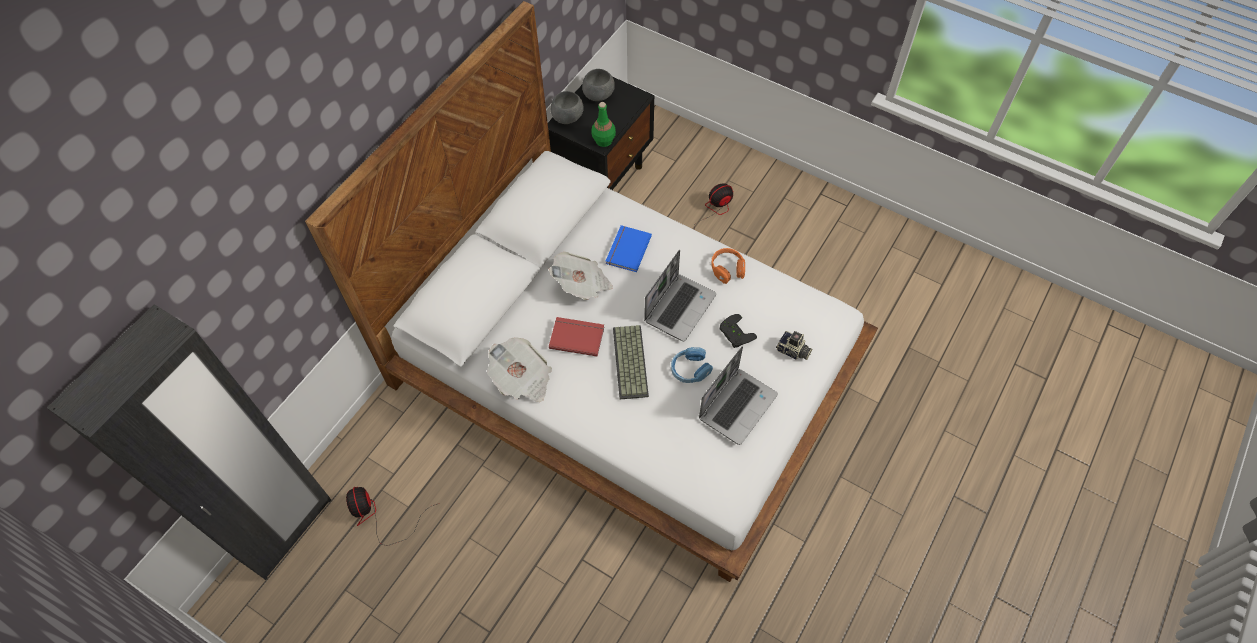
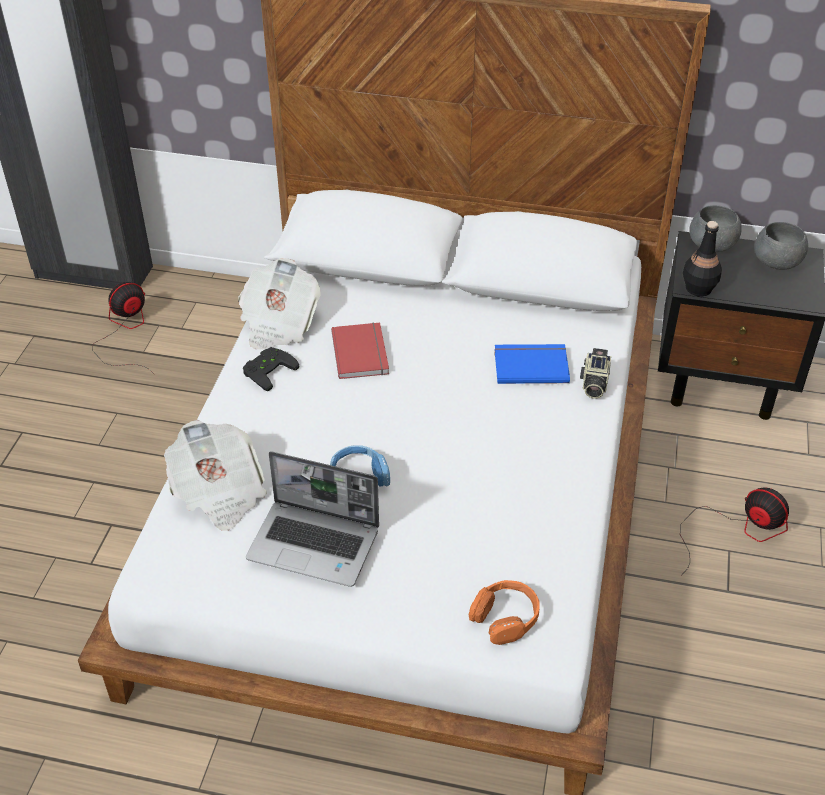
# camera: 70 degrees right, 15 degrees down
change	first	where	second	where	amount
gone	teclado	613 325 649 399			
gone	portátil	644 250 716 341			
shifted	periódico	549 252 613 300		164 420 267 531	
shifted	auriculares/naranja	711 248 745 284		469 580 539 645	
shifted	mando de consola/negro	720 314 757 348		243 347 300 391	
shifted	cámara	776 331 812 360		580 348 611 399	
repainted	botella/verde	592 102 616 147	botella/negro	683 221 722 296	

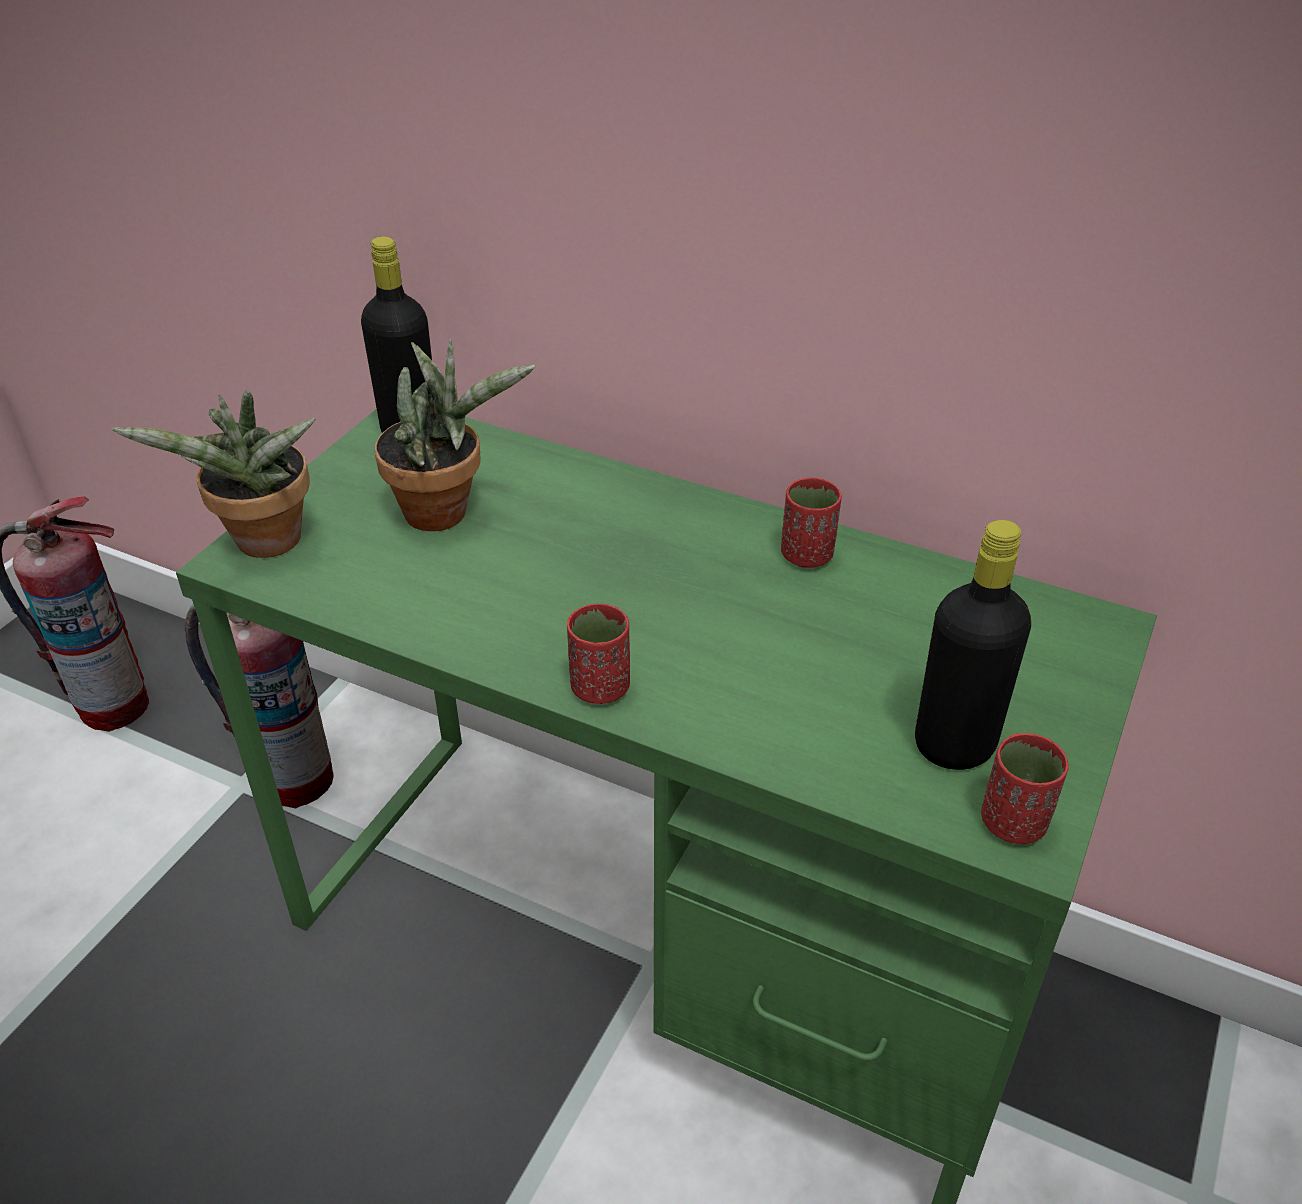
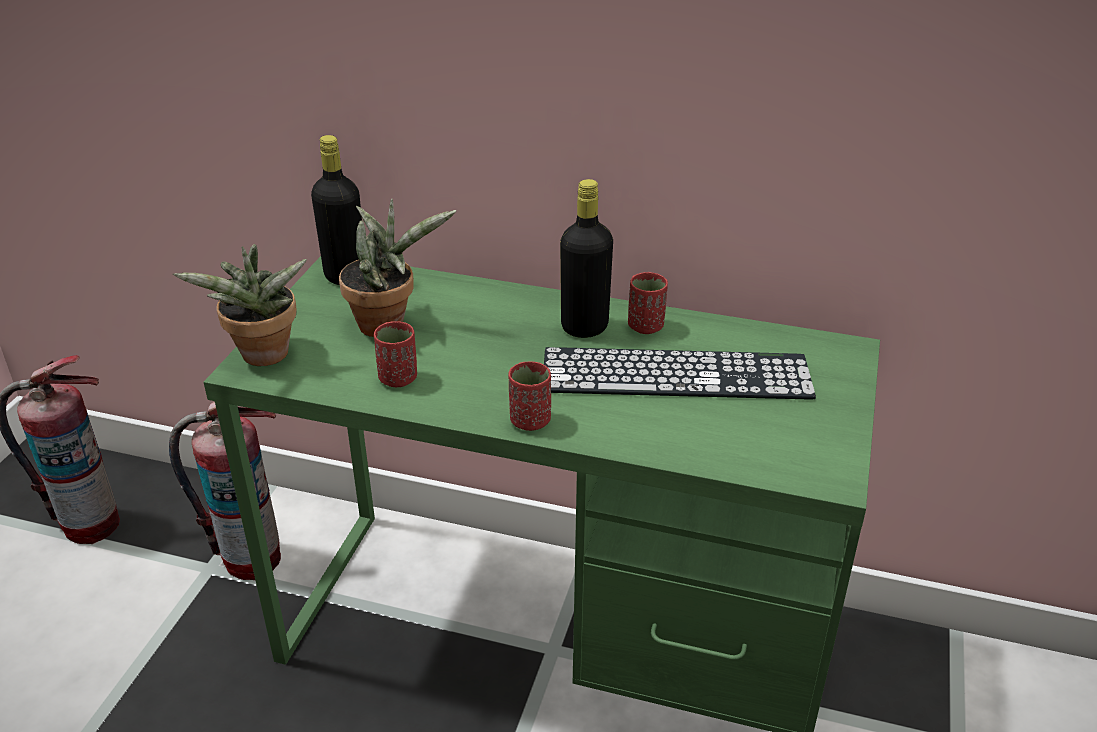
# camera: 10 degrees left, 5 degrees down
change	first	where	second	where	amount
new			teclado	544 347 816 400	
shifted	botella/negro	915 520 1031 770		560 179 613 338	
shifted	taza/rojo	981 733 1069 844		374 321 417 387	

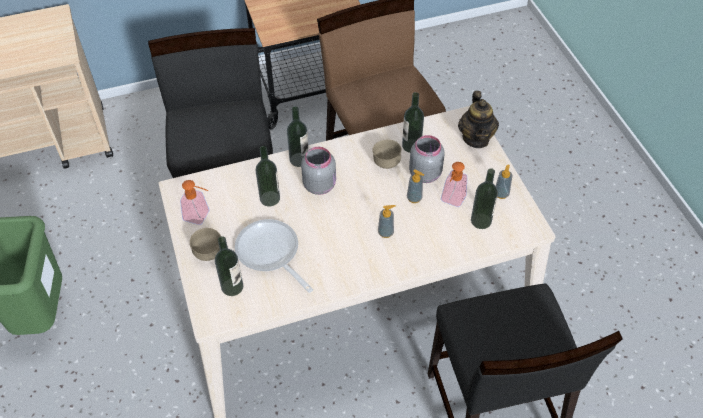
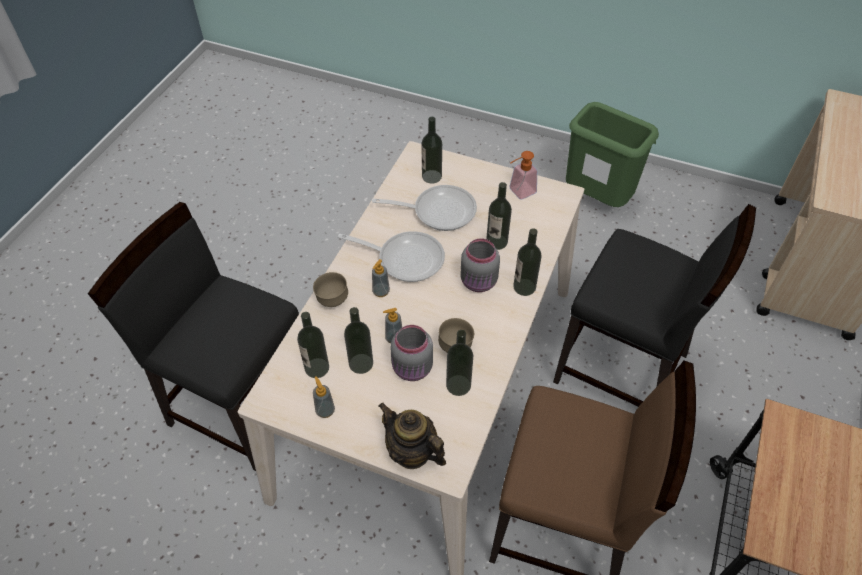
# camera: 130 degrees right, 0 degrees up
change	first	where	second	where	amount
new			sartén	338 231 445 282	
shifted	cuenco/marrón	190 228 221 261		313 272 348 307	
swapped	dispensador de jabón	441 162 467 207	botella	344 307 373 374	

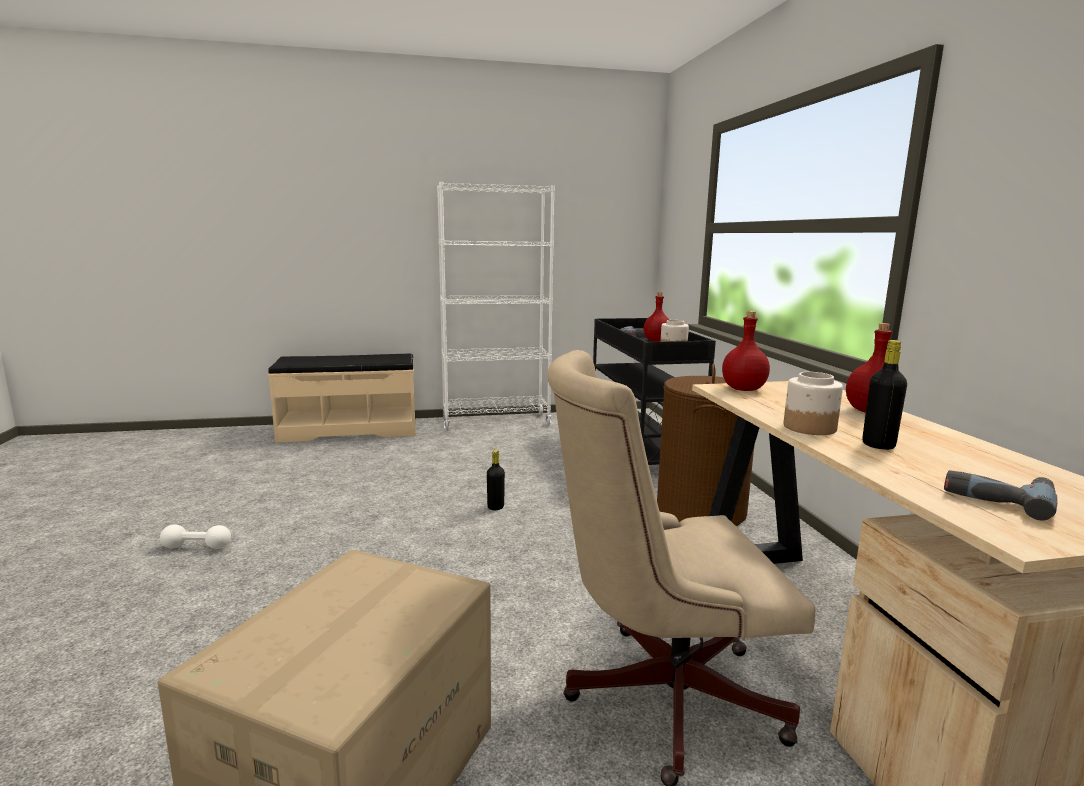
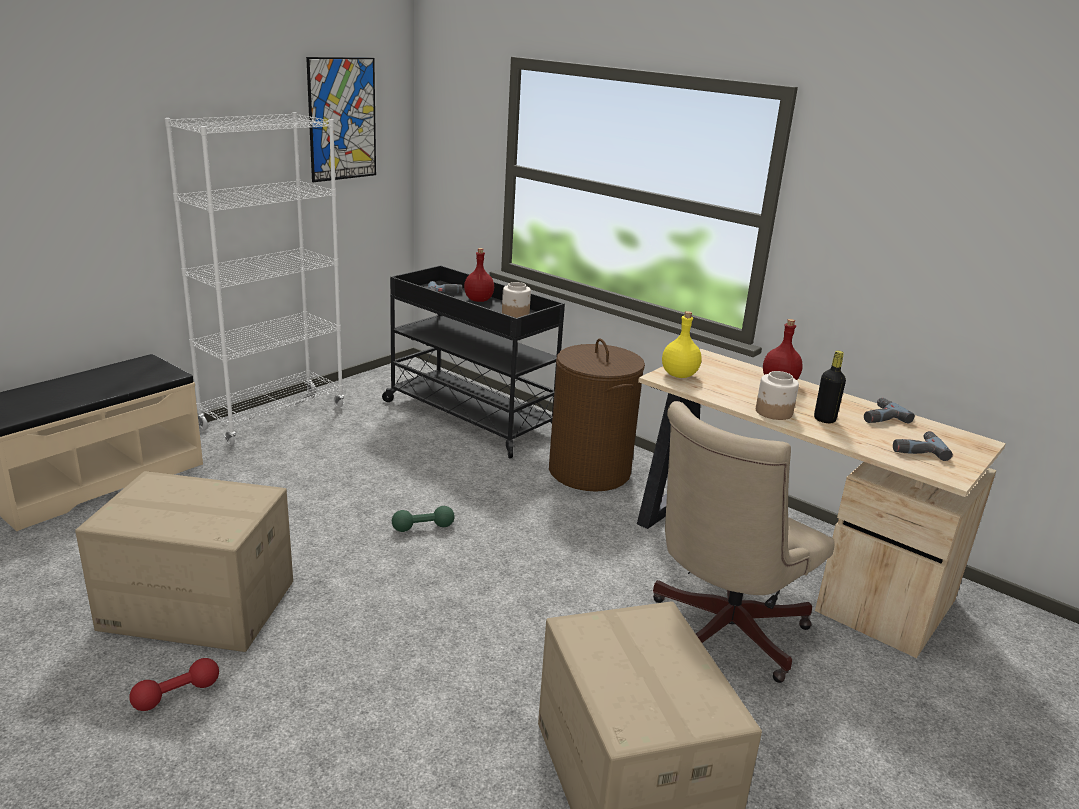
# camera: 40 degrees left, 10 degrees up
change	first	where	second	where	amount
new			caja de cartón	75 471 293 652	
new			cuadro	306 57 376 182	
new			taladro	864 398 915 424	
swapped	botella/negro	487 450 505 510	mancuerna/verde	392 506 455 532	
repainted	mancuerna/blanco	160 524 231 549	mancuerna/rojo	129 658 219 711	
repainted	botella/rojo	722 311 770 391	botella/amarillo	662 311 702 378	

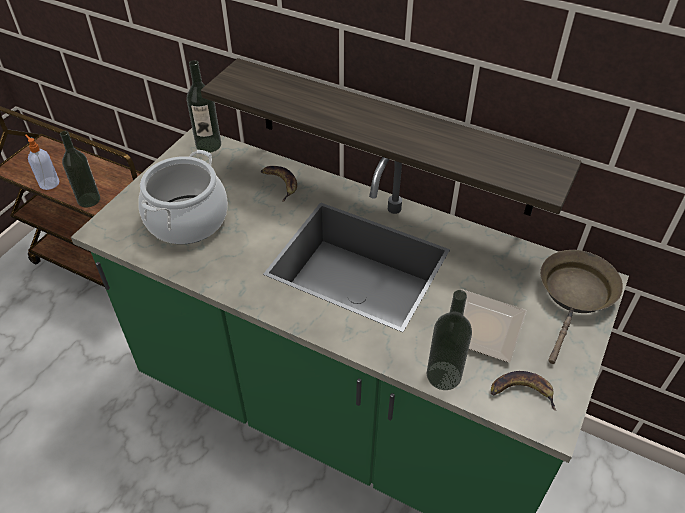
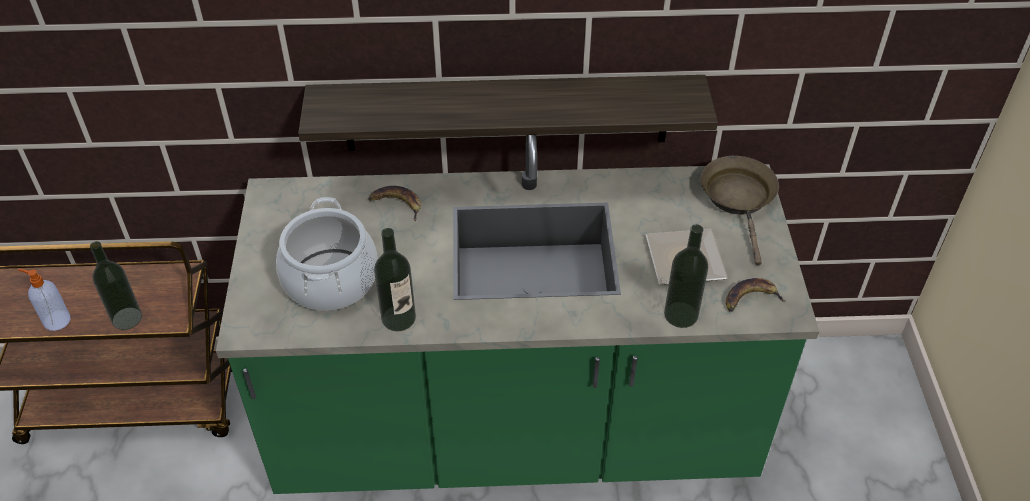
# camera: 30 degrees left, 0 degrees up
change	first	where	second	where	amount
shifted	botella	186 60 221 153		374 228 416 331	

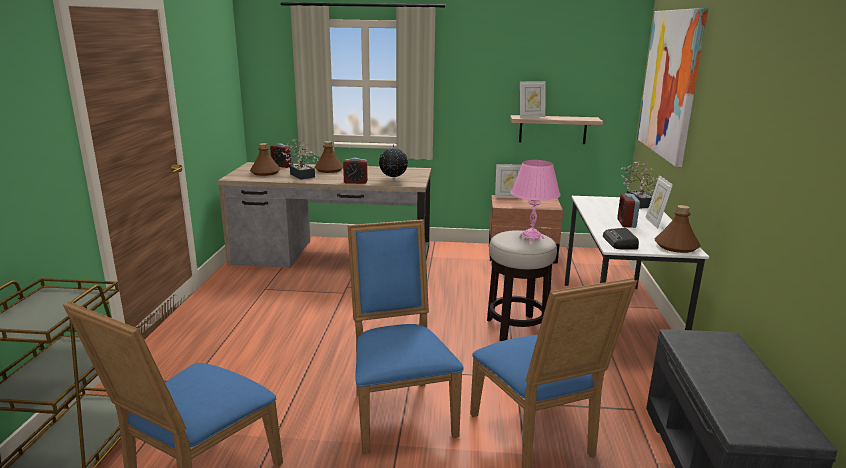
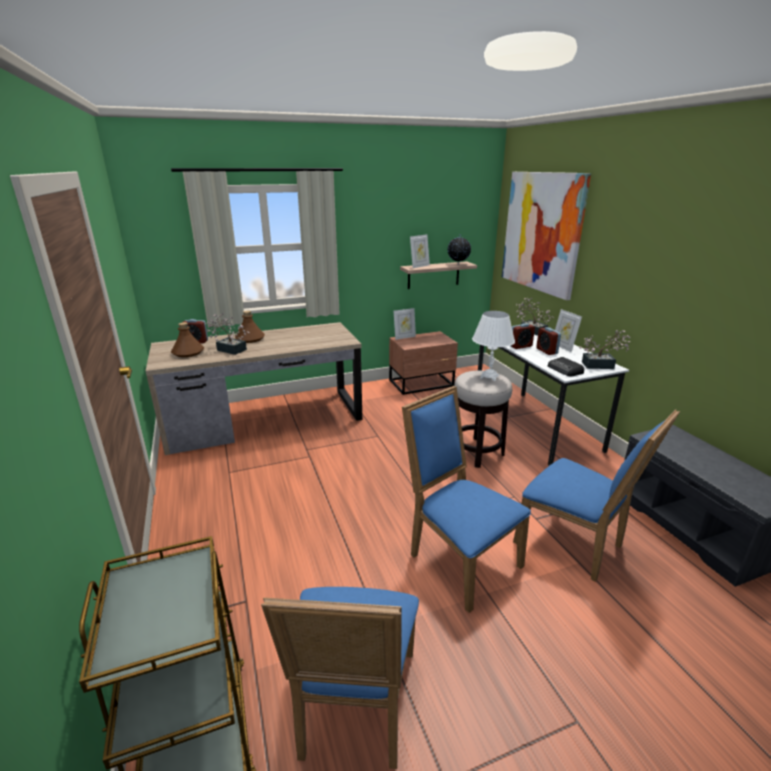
# camera: 25 degrees left, 5 degrees up
change	first	where	second	where	amount
shifted	despertador	343 158 368 184		511 323 535 349	
shifted	globo terráqueo	379 144 408 181		448 234 471 265	
swapped	botella/marrón	655 205 701 253	planta en maceta	579 330 630 369	
repainted	lámpara de mesa/rosa	511 160 560 242	lámpara de mesa/blanco	472 311 515 381	

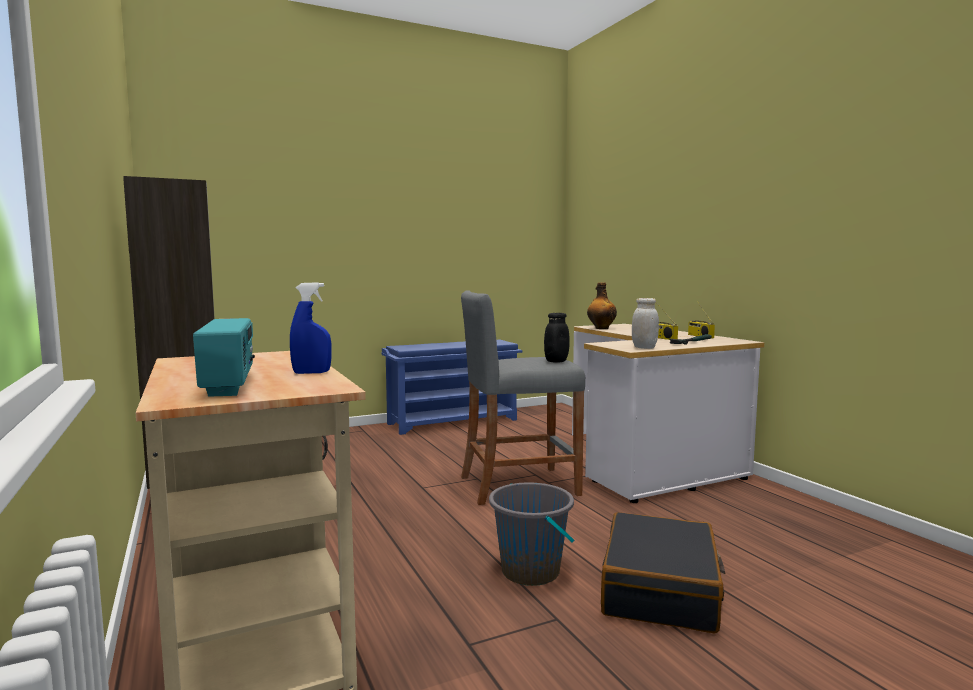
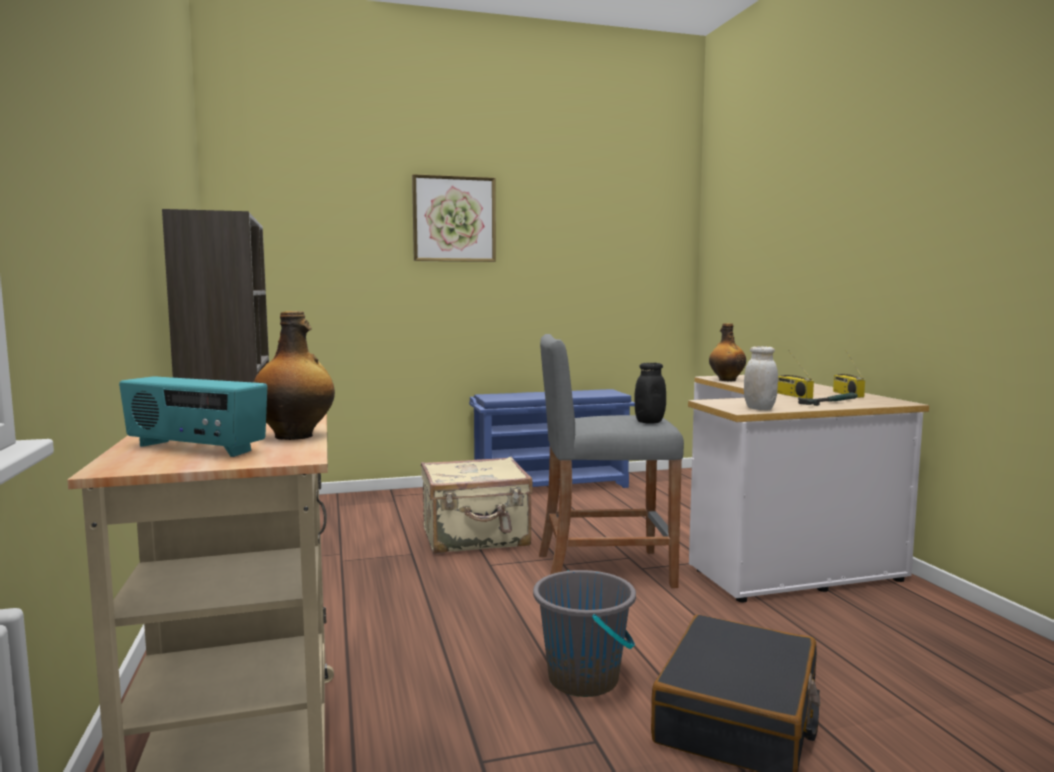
# camera: 10 degrees right, 0 degrees up
change	first	where	second	where	amount
new			cuadro	412 174 496 262	
new			maleta/beis	421 457 533 554	
swapped	pulverizador/azul	290 282 331 374	botella	253 311 335 440	
rotated	radio	193 318 255 397		119 376 267 457	120 degrees clockwise

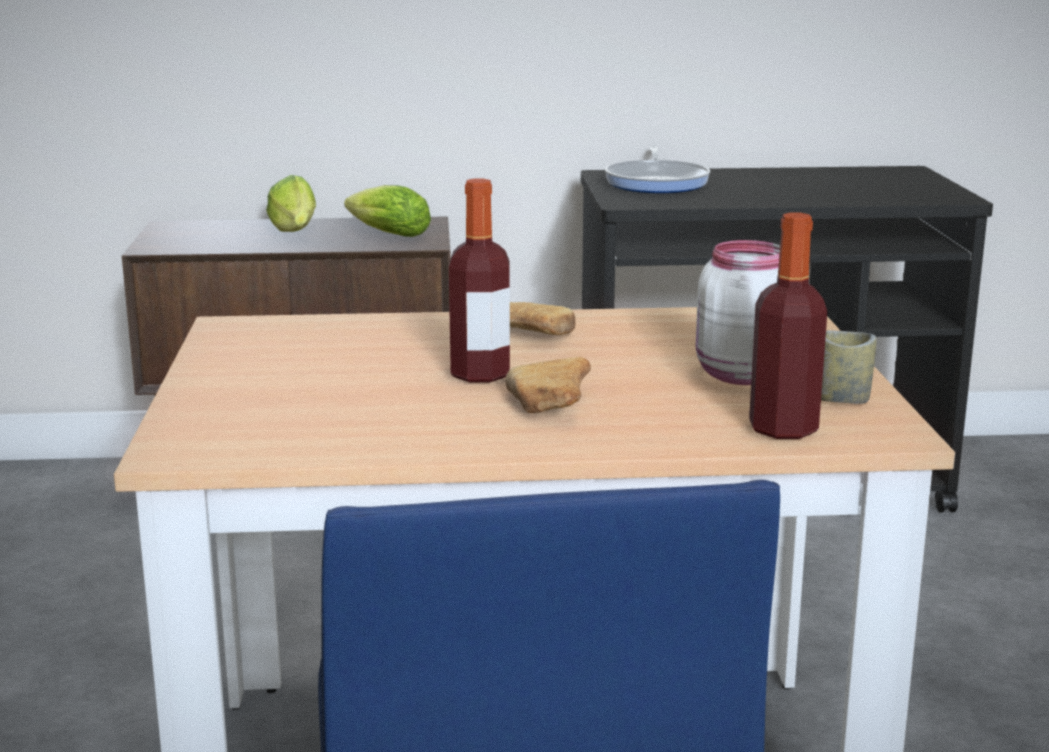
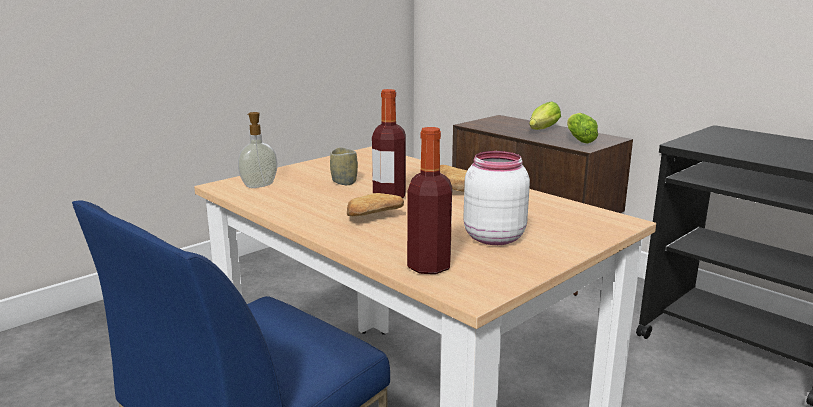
# camera: 50 degrees right, 0 degrees up
change	first	where	second	where	amount
gone	sartén	605 147 710 193			
new			dispensador de jabón	238 112 278 188	
shifted	taza	821 331 876 404		330 148 358 185	

